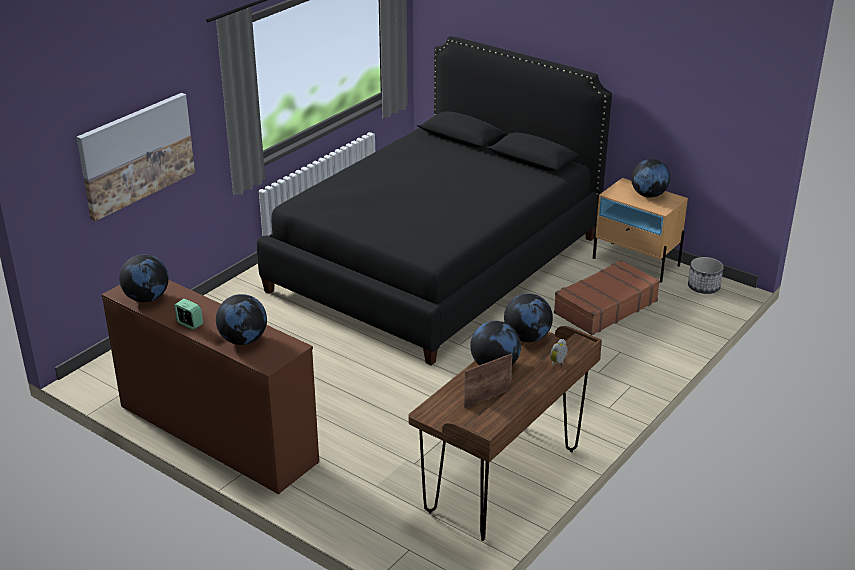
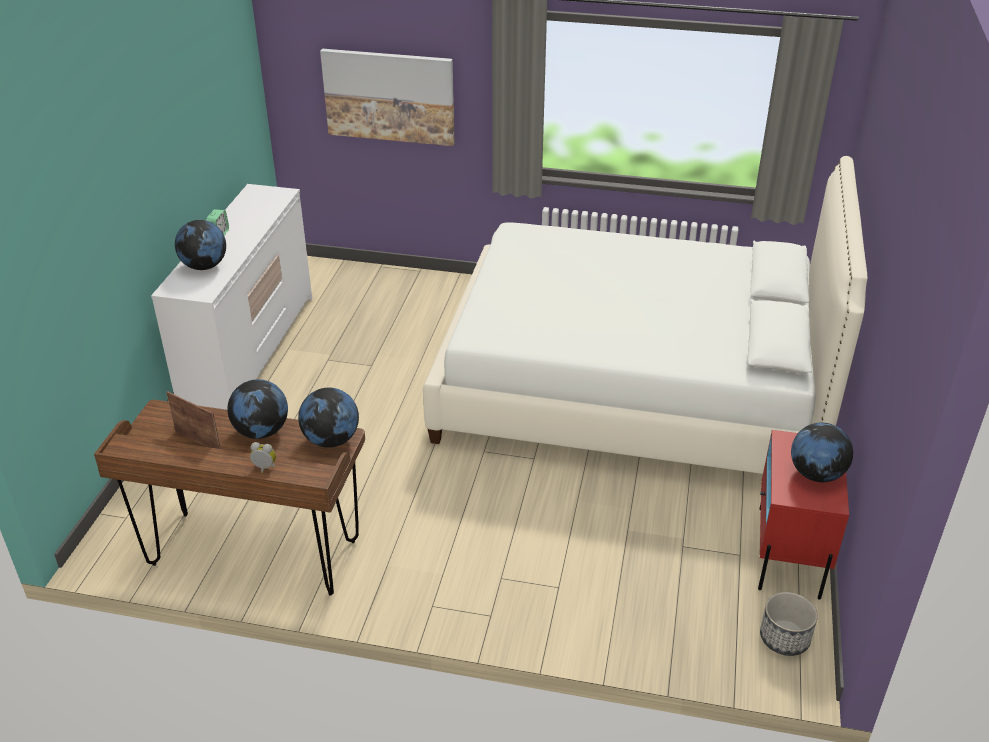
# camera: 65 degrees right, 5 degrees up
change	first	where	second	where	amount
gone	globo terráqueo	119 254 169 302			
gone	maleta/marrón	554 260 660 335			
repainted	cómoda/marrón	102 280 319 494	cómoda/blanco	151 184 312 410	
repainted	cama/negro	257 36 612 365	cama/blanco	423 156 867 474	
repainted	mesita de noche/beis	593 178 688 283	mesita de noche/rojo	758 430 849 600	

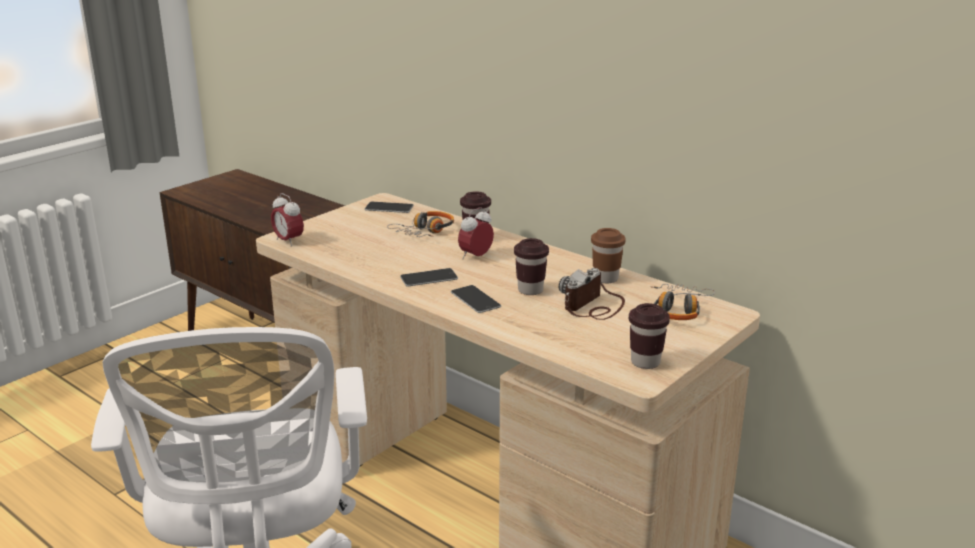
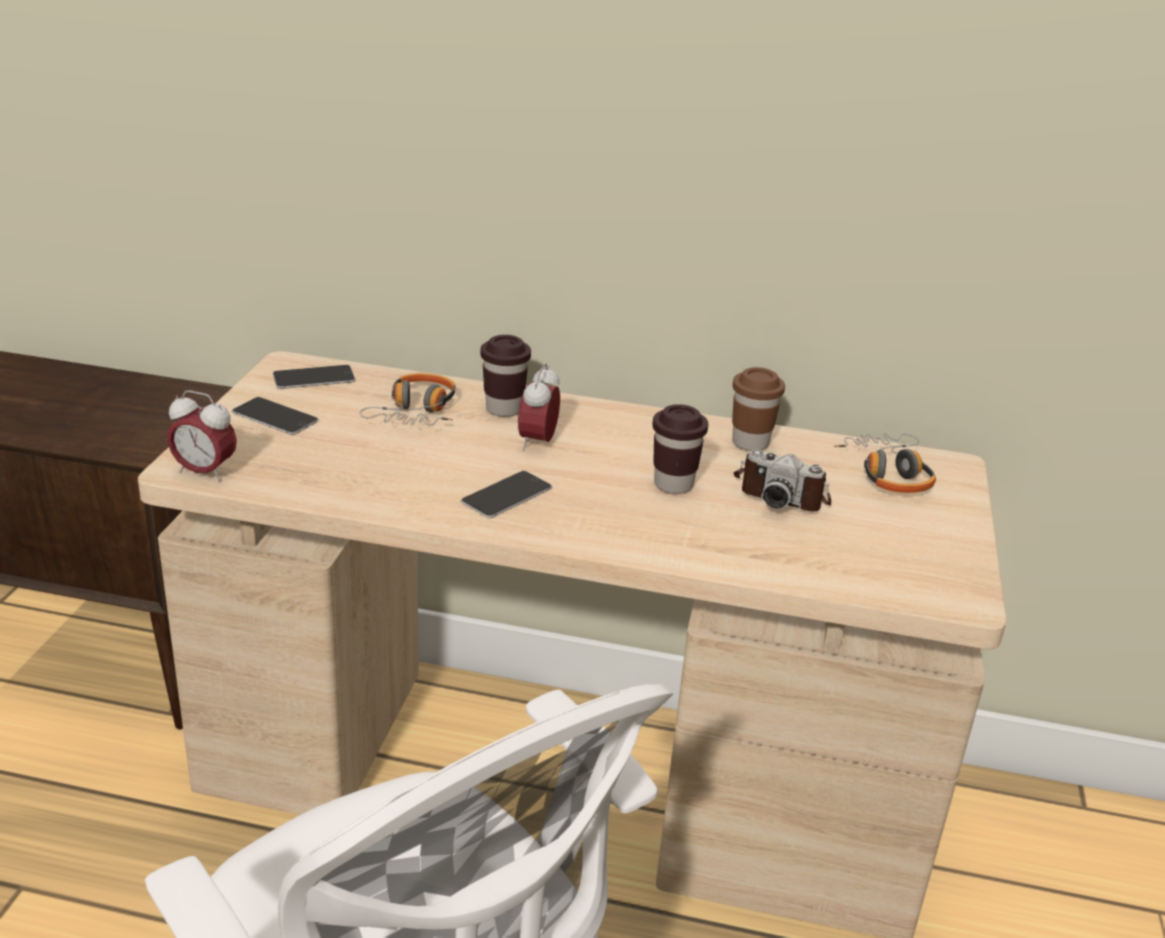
# camera: 30 degrees left, 5 degrees up
change	first	where	second	where	amount
gone	taza/marrón	629 303 670 369			
shifted	móvil	451 285 501 313		232 397 319 435	
rotated	cámara	559 268 625 320		733 449 831 512	75 degrees counterclockwise

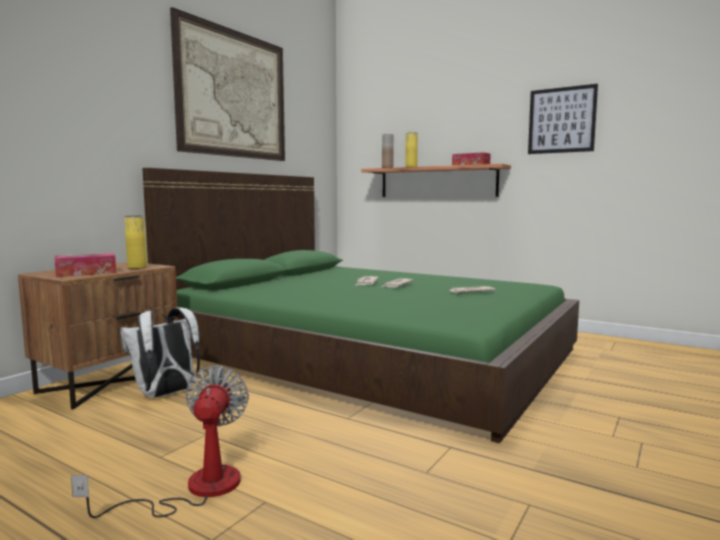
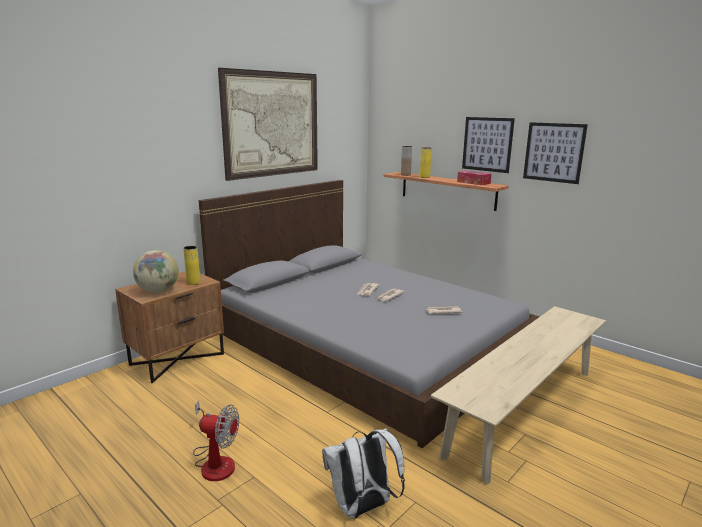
# camera: 10 degrees right, 10 degrees up
change	first	where	second	where	amount
new			banco/beis	431 306 606 484	
new			cuadro	462 117 515 173	
shifted	mochila/blanco	120 307 200 398		322 428 405 519	
swapped	caja de pañuelos	54 253 116 277	globo terráqueo	133 250 179 293	
repainted	cama/verde	142 168 579 443	cama/gris	199 180 540 448	
rotated	ventilador	71 366 249 518		193 401 239 481	90 degrees clockwise

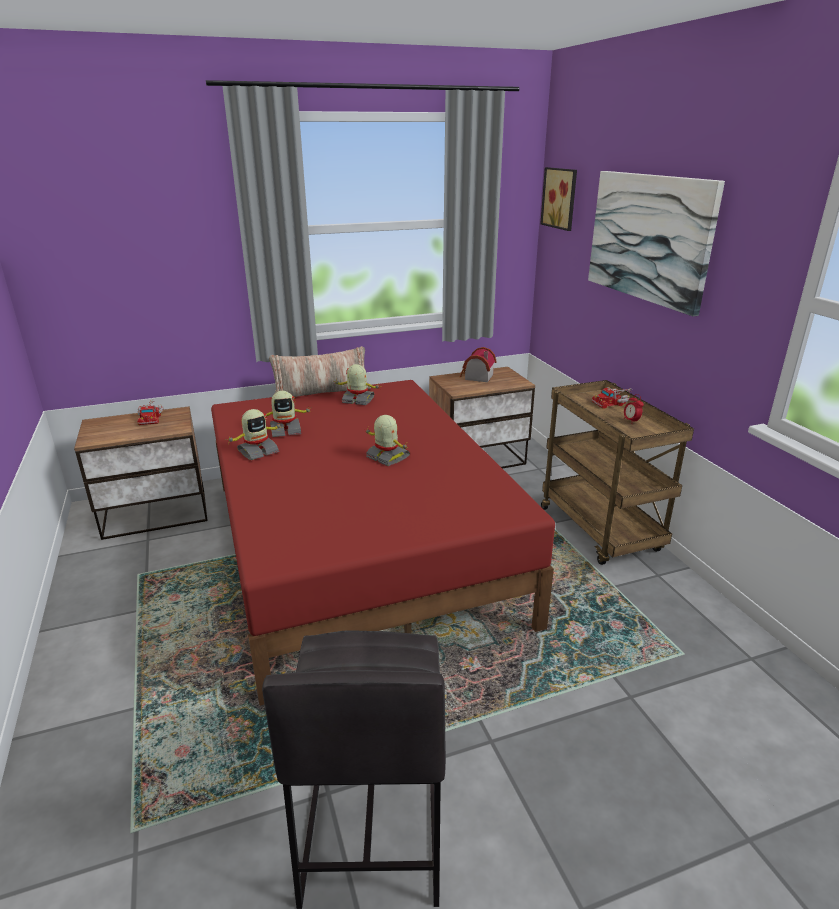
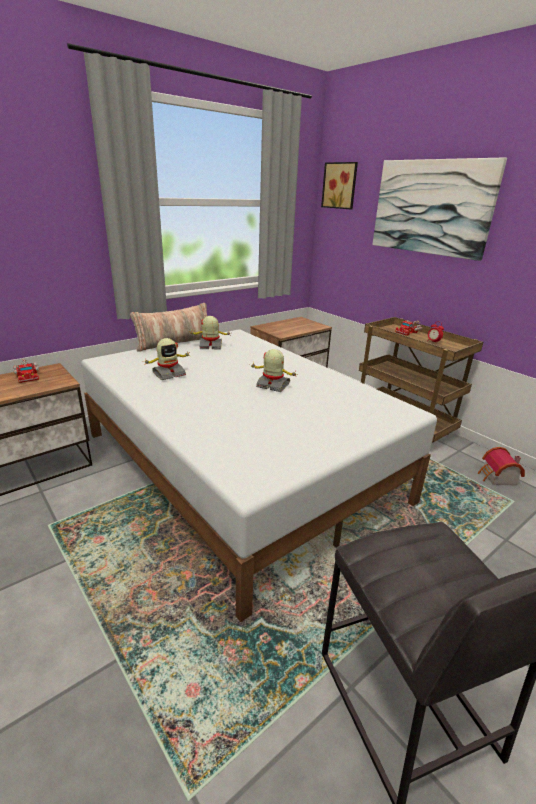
# camera: 20 degrees left, 0 degrees up
change	first	where	second	where	amount
gone	robot de juguete	228 409 282 460			
shifted	casita	460 347 497 382		478 447 525 486	
repainted	cama/rojo	211 380 555 706	cama/blanco	81 329 437 622	

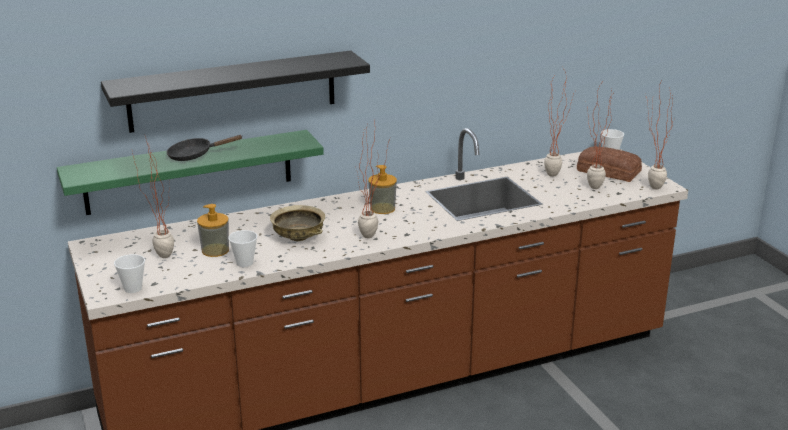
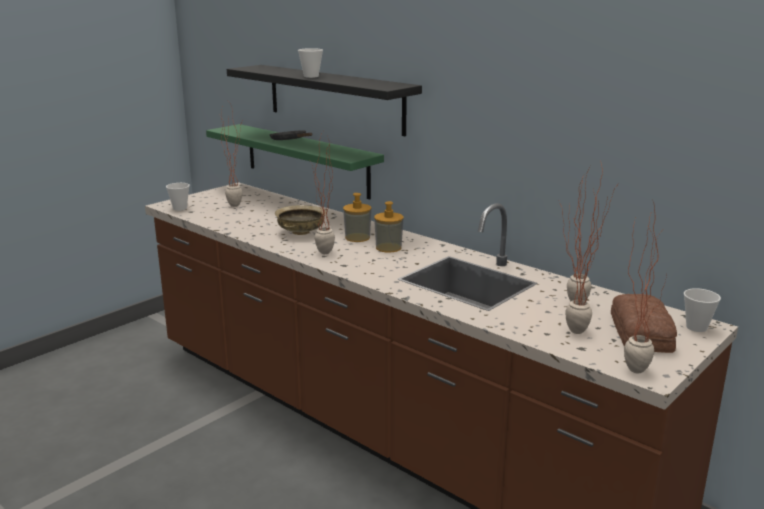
# camera: 65 degrees right, 5 degrees down
change	first	where	second	where	amount
shifted	dispensador de jabón	197 204 229 257		343 193 372 242	
shifted	taza	228 230 258 267		298 48 323 78	

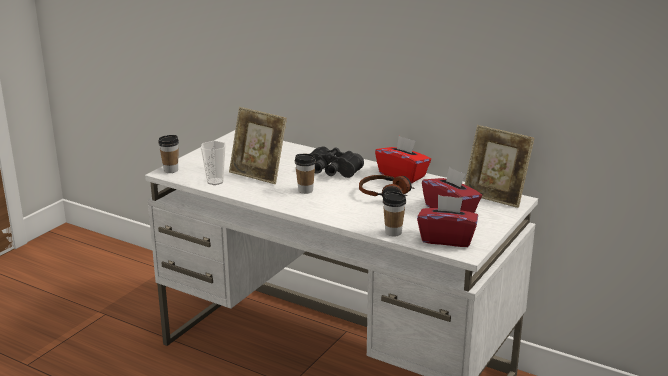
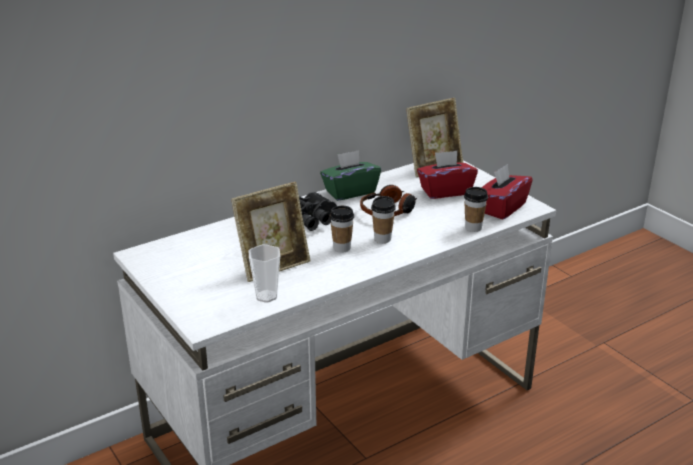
# camera: 65 degrees left, 5 degrees up
change	first	where	second	where	amount
shifted	taza	158 135 179 173		371 196 396 243	
repainted	caja de pañuelos/rojo	375 136 431 183	caja de pañuelos/verde	320 150 381 201	

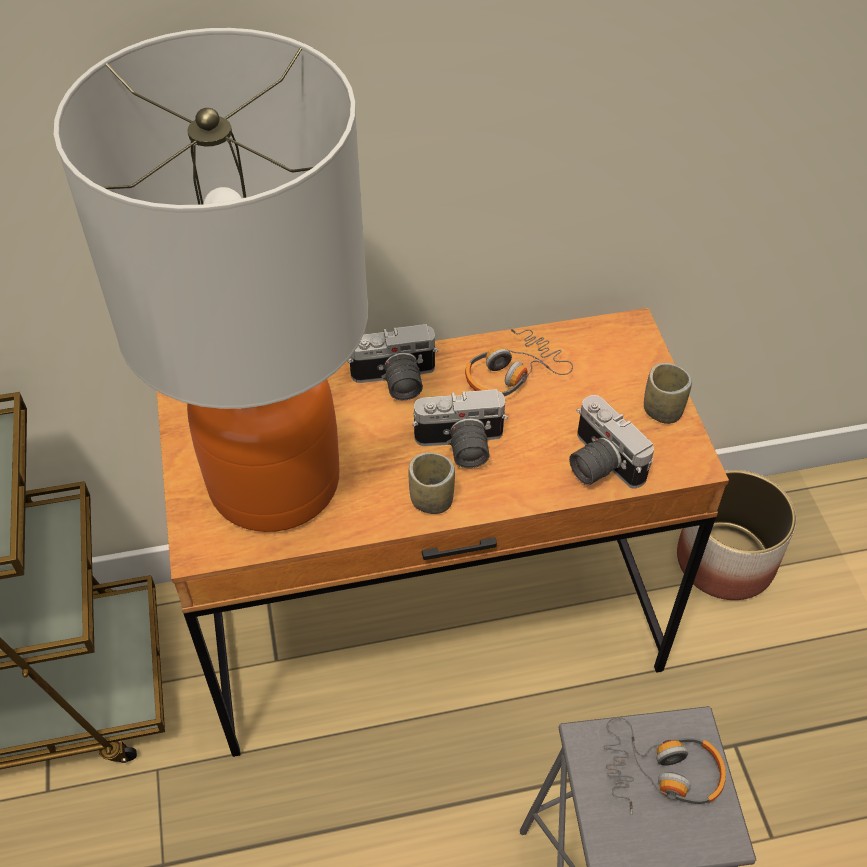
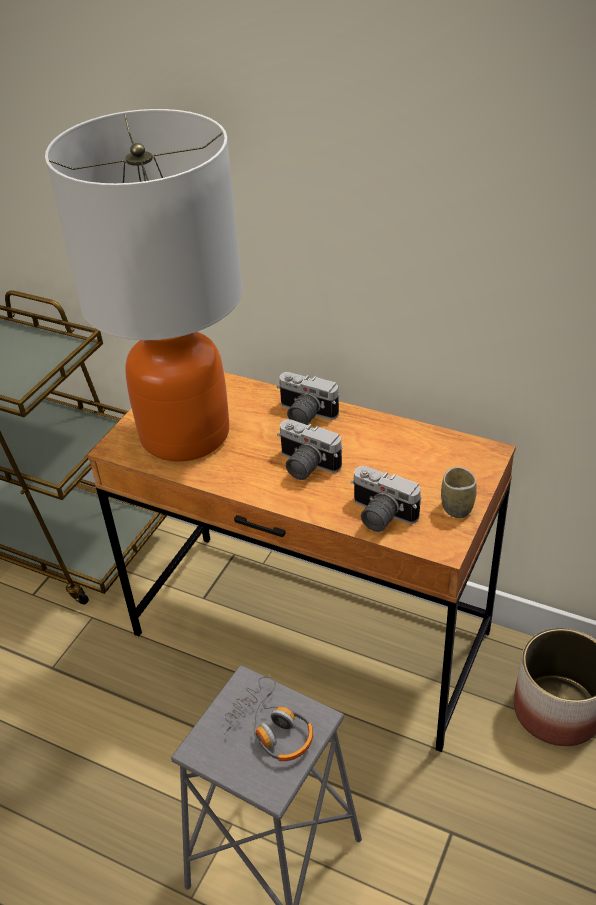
# camera: 40 degrees right, 10 degrees down
change	first	where	second	where	amount
gone	taza	409 453 455 514			
gone	auriculares	465 327 573 396			
rotated	cámara	569 395 654 488		350 466 422 532	60 degrees counterclockwise

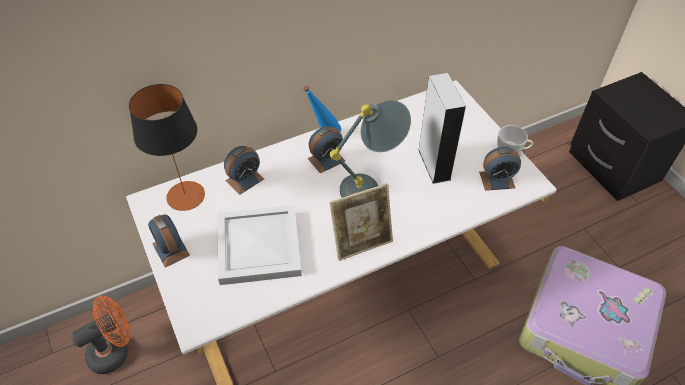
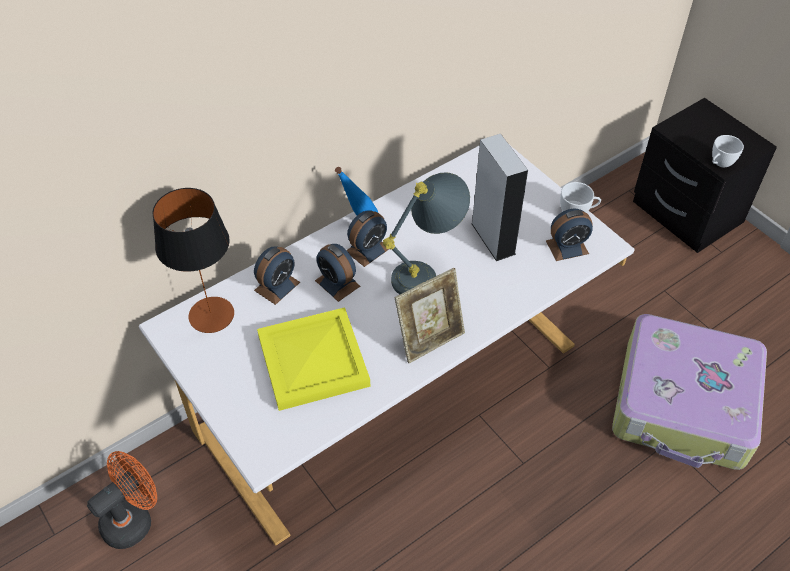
# camera: 10 degrees left, 0 degrees up
change	first	where	second	where	amount
new			taza/blanco	712 135 744 167	
shifted	despertador	148 214 190 268		315 244 360 302	
repainted	bandeja/blanco	218 205 302 285	bandeja/amarillo	257 307 370 411	

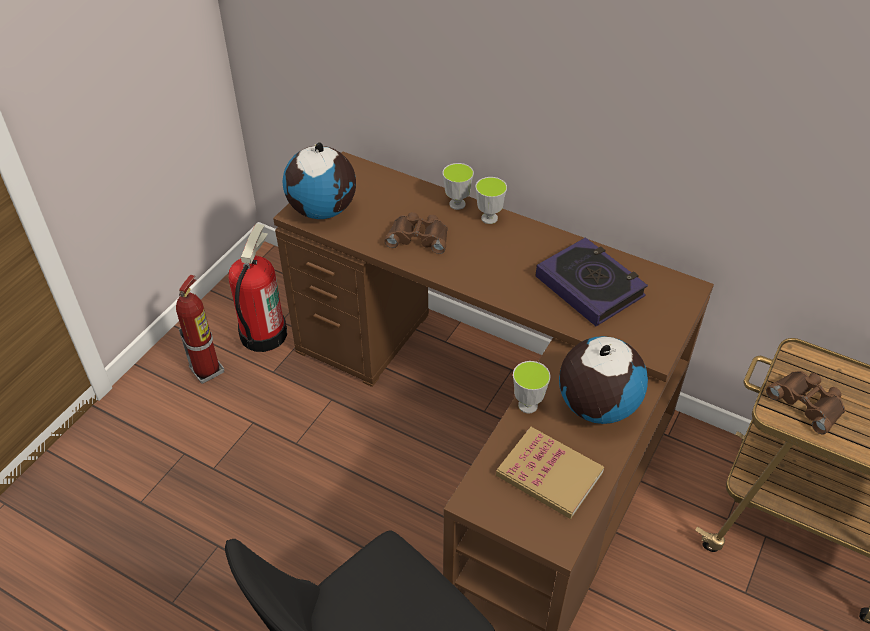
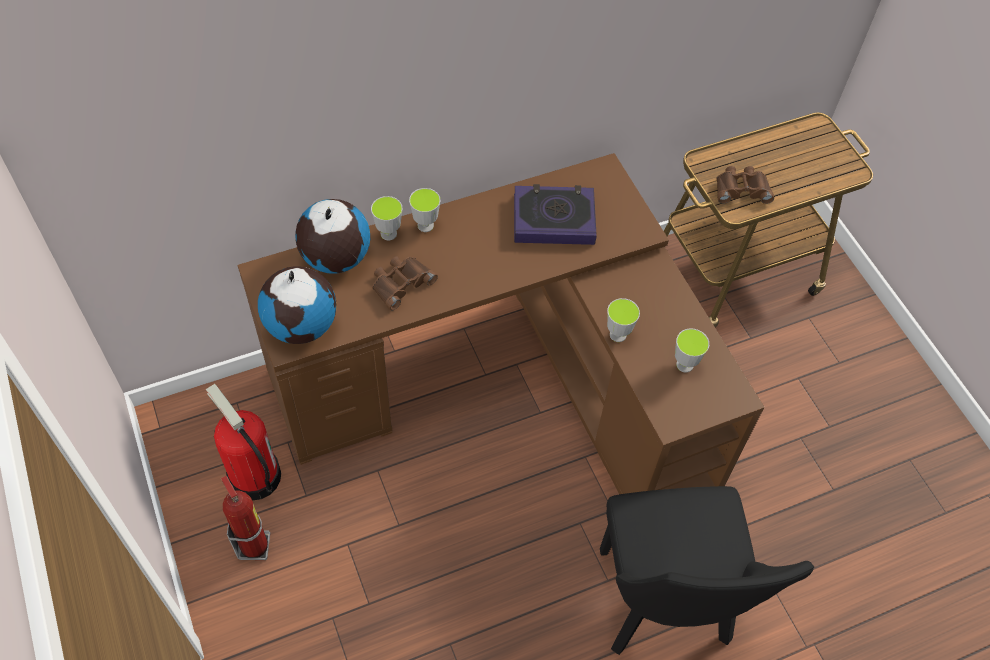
# camera: 55 degrees left, 10 degrees up
change	first	where	second	where	amount
shifted	globo terráqueo	559 336 648 424		295 199 370 274	
swapped	libro	496 427 604 519	taza	675 328 709 372	

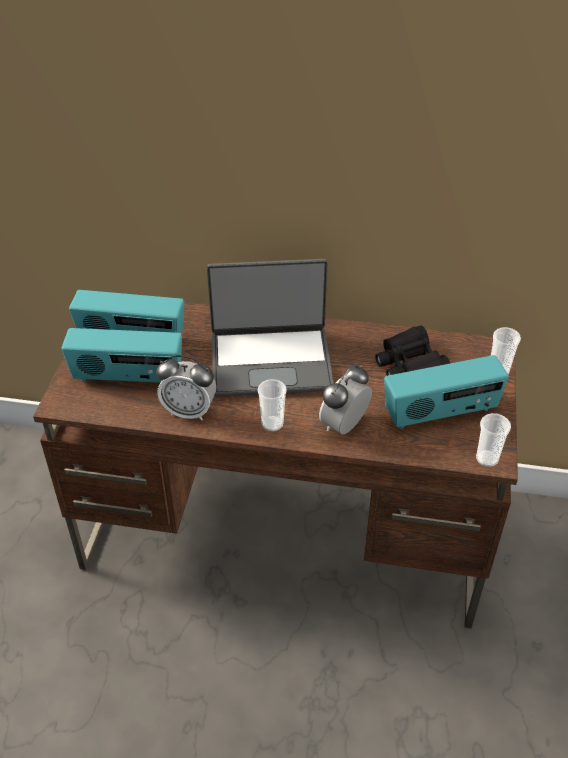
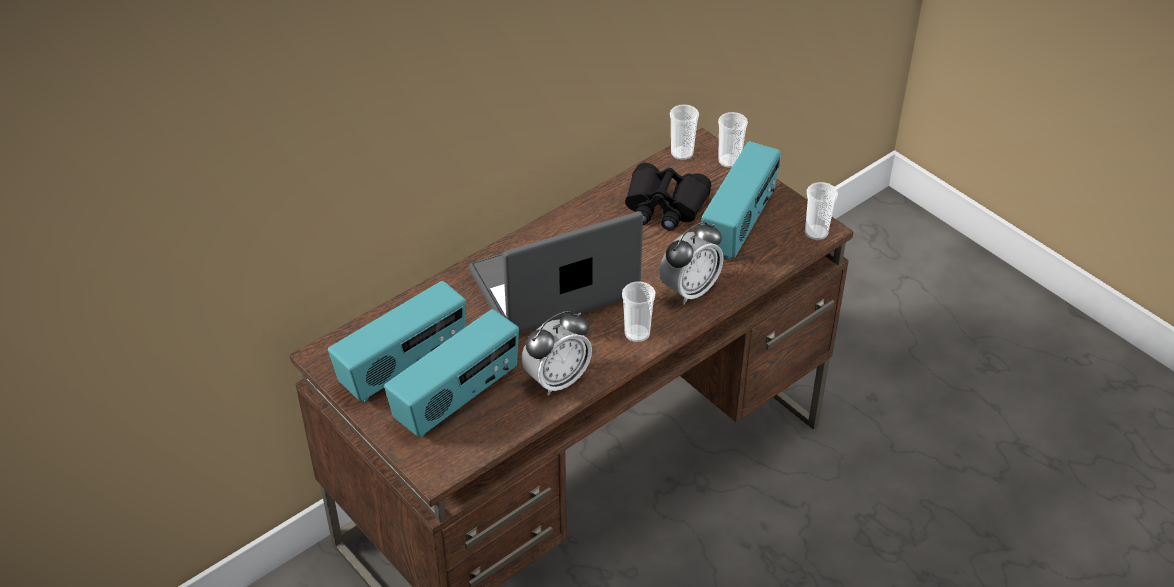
# camera: 50 degrees left, 0 degrees up
change	first	where	second	where	amount
new			taza	670 104 699 160	
rotated	portátil	207 259 334 397		469 211 643 333	150 degrees counterclockwise
rotated	despertador	319 365 372 435		659 221 724 305	120 degrees counterclockwise

